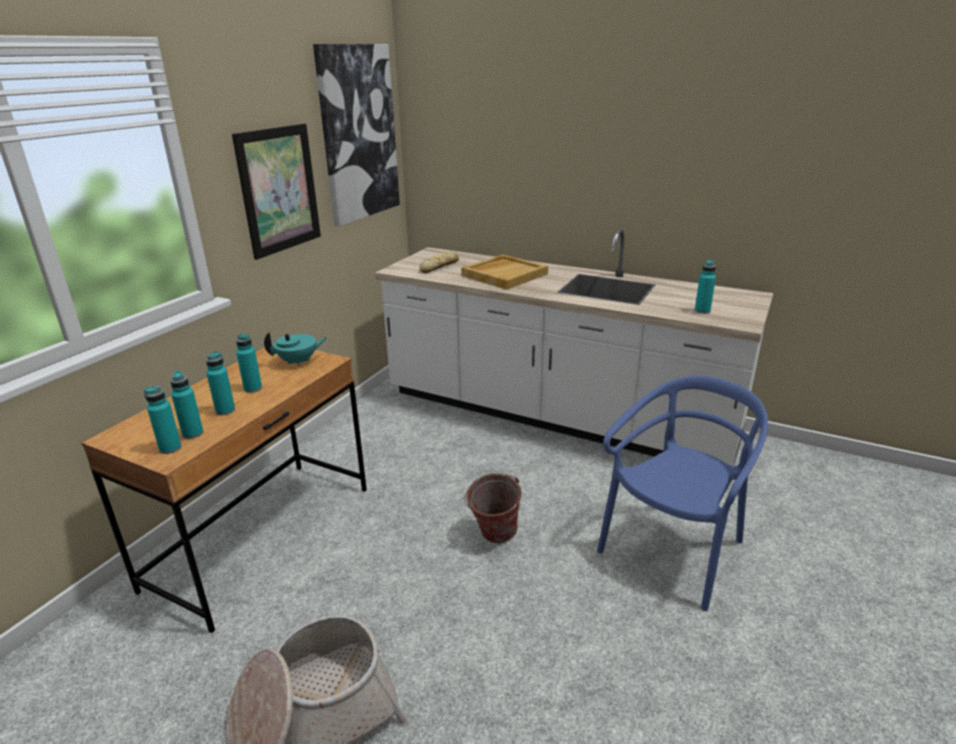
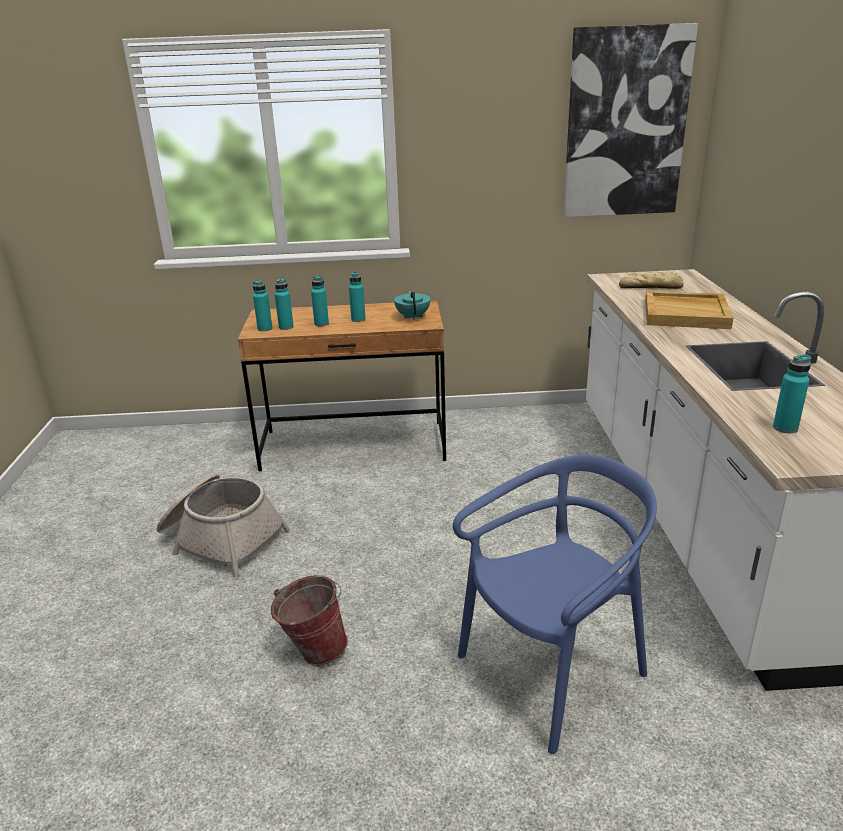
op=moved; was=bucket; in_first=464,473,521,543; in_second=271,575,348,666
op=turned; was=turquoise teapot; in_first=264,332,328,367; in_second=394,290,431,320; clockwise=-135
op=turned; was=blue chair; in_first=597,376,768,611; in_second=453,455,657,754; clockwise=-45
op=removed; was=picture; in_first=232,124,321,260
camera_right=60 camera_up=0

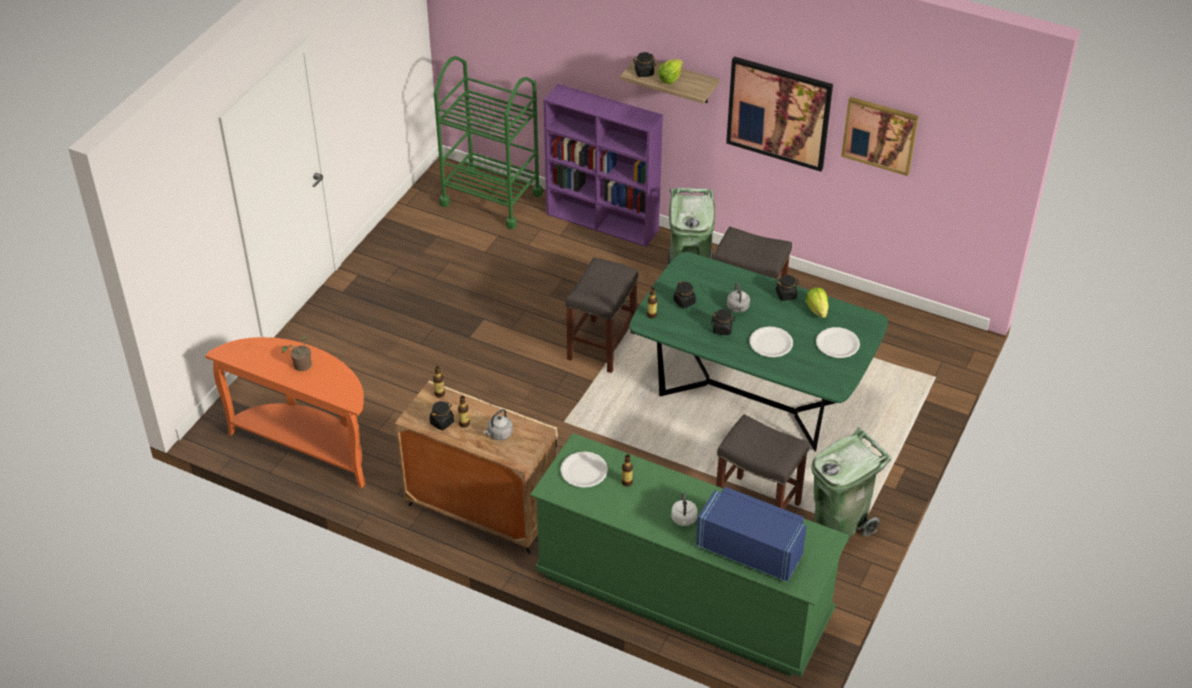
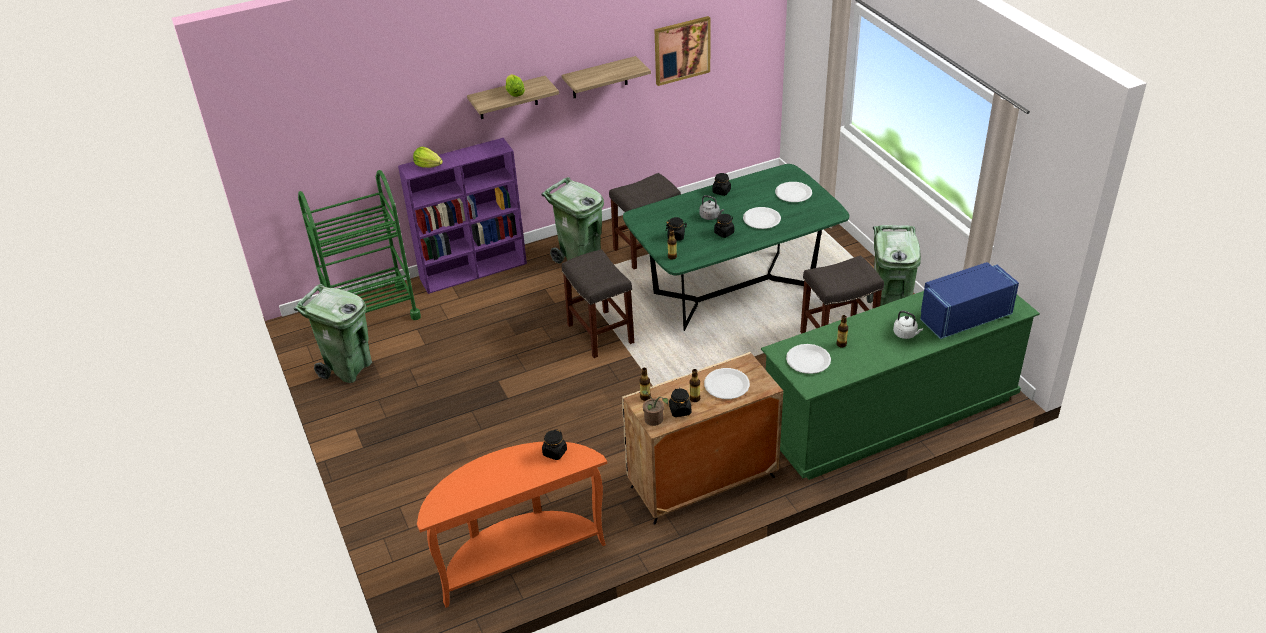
op=added; now=green trash can; in_second=294,284,372,383
op=moved; was=lettuce; in_first=806,287,829,318; in_second=413,147,443,168
op=moved; was=black jar; in_first=633,52,656,77; in_second=542,429,567,460
op=replaced; was=picture; now=shelf; in_first=726,57,833,172; in_second=562,56,651,98
op=moved; was=potted plant; in_first=282,336,312,371; in_second=642,390,668,426
op=replaced; was=grey kettle; now=white plate; in_first=483,409,513,440; in_second=704,368,750,399
camera_right=-50 camera_up=-5

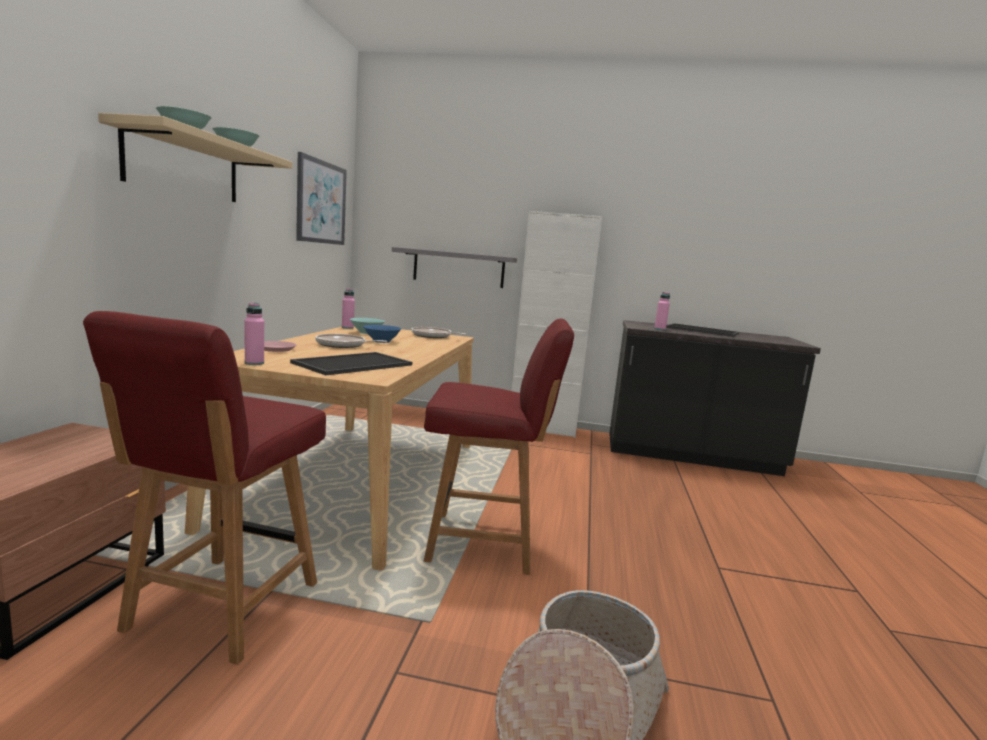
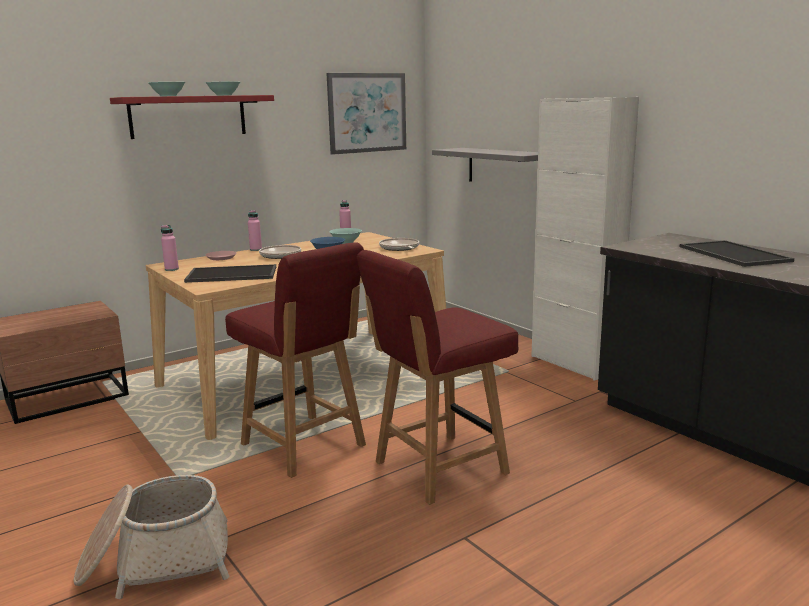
op=recoloured; was=beige shelf; now=red shelf; in_first=98,113,292,202; in_second=110,95,274,139
op=moved; was=pink bottle; in_first=654,292,670,330; in_second=248,210,262,251
op=moved; was=red chair; in_first=83,311,326,665; in_second=357,250,518,505
camera_right=45 camera_up=5

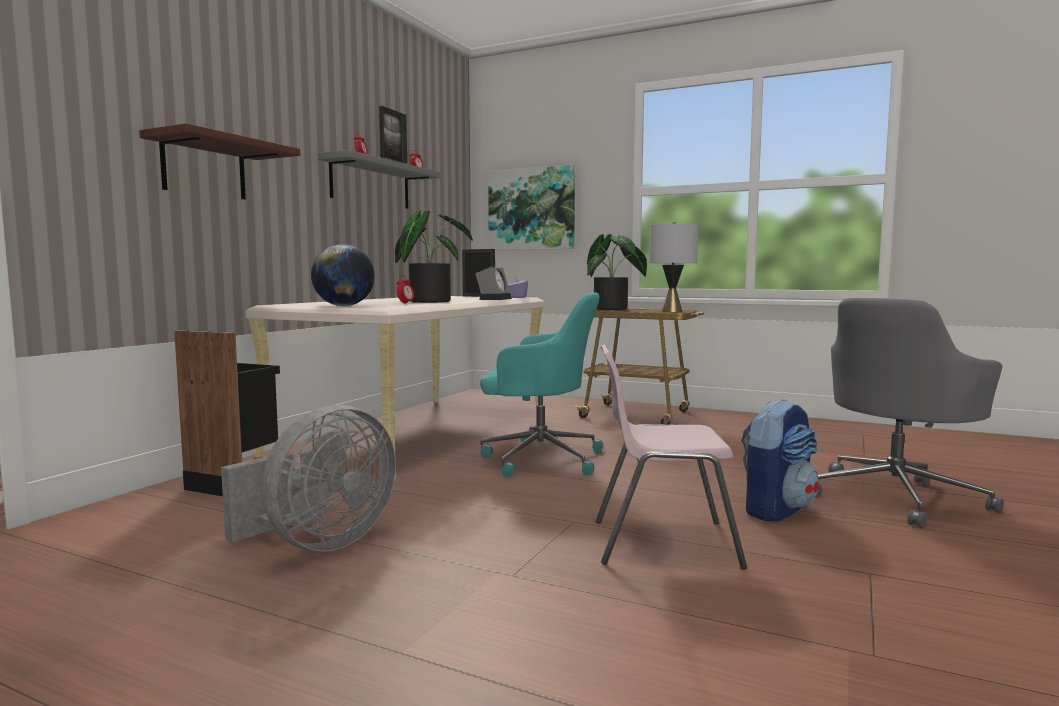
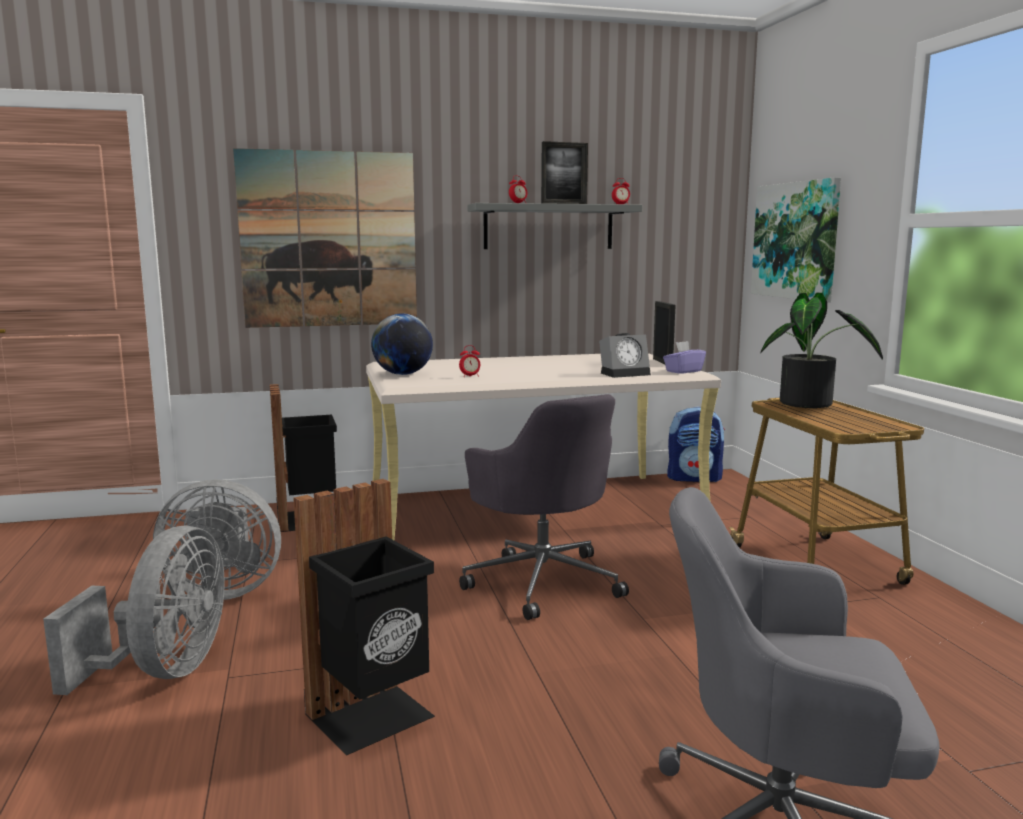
op=added; now=grey fan; in_second=43,525,225,695
op=replaced; was=shelf; now=picture; in_first=139,123,300,200; in_second=233,148,417,328
op=replaced; was=pink chair; now=black trash can; in_first=596,345,747,570; in_second=293,479,435,756
op=recoloured; was=turquoise office chair; now=grey office chair; in_first=480,292,603,477; in_second=459,394,629,620
op=moved; was=backpack; in_first=741,399,819,522; in_second=667,407,725,482
op=removed; was=potted plant; in_first=395,210,473,303
op=removed; was=grey table lamp; in_first=649,222,699,312
camera_right=50 camera_up=5

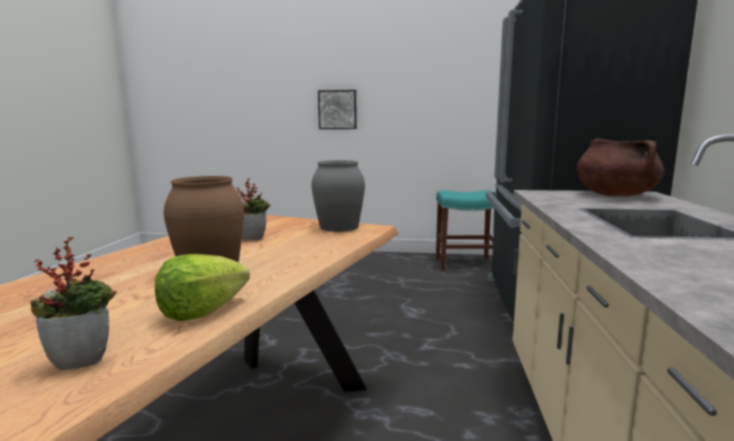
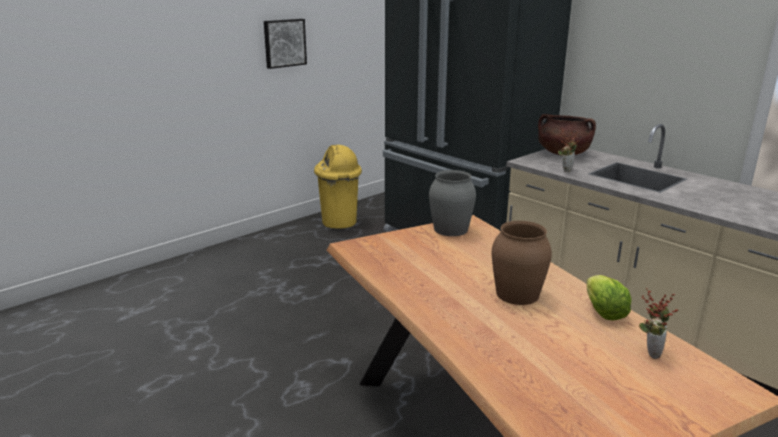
op=moved; was=picture; in_first=318,90,357,129; in_second=264,19,307,69
op=replaced; was=turquoise stool; now=yellow trash can; in_first=436,190,495,270; in_second=314,144,362,228
op=moved; was=potted plant; in_first=236,178,270,241; in_second=558,130,579,172
camera_right=-50 camera_up=10

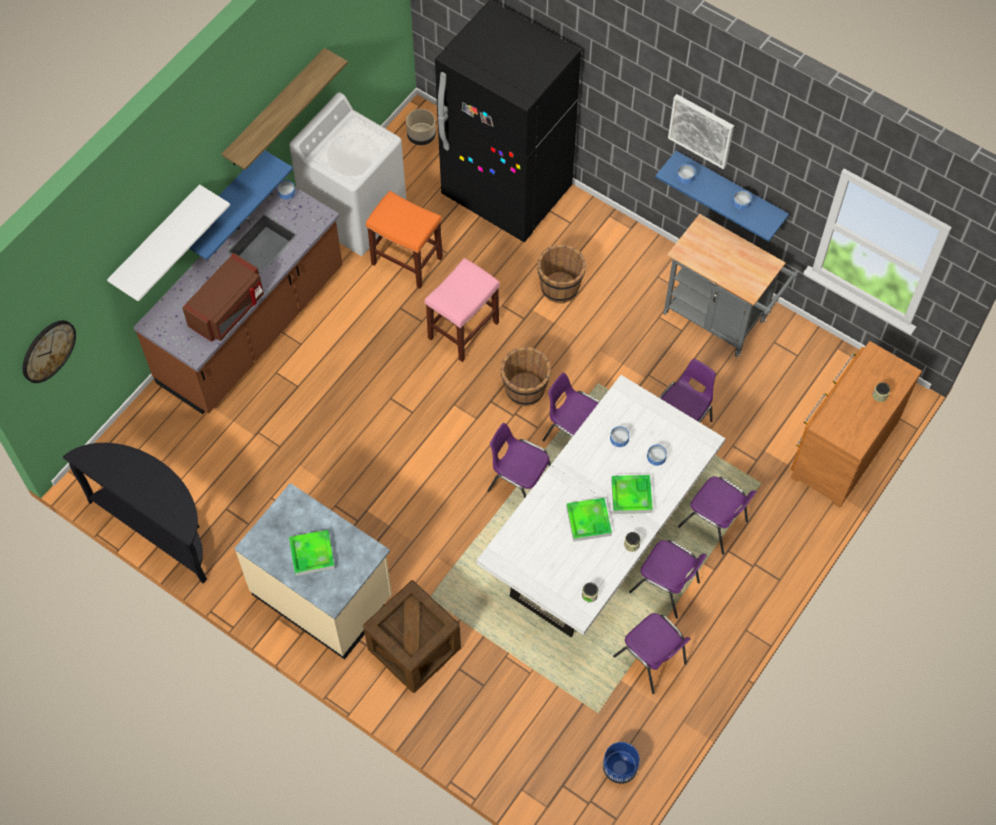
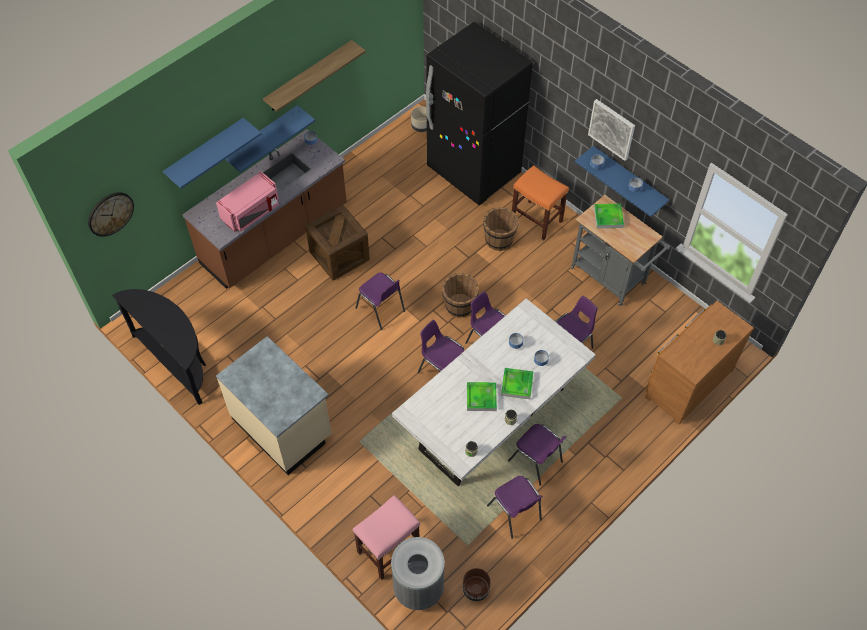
op=recoloured; was=white shelf; now=blue shelf; in_first=107,184,230,301; in_second=163,118,262,189
op=recoloured; was=brown microwave; now=pink microwave; in_first=182,253,264,342; in_second=216,171,279,232
op=moved; was=crate; in_first=363,580,461,693; in_second=305,205,370,281
op=moved; was=pink stool; in_first=425,258,500,362; in_second=353,495,420,580
op=moved; was=purple chair; in_first=678,476,757,555; in_second=356,272,405,330
op=added; now=grey trash can; in_second=391,537,445,610
op=recoloured; was=blue planter; now=brown planter; in_first=603,742,640,784; in_second=463,568,491,601
op=moved; was=orange stool; in_first=366,191,443,289; in_second=512,165,569,240
op=moved; was=tray; in_first=289,530,335,576; in_second=594,204,624,228
op=removed; was=white washing machine; in_first=289,92,406,256
camera_right=10 camera_up=-5

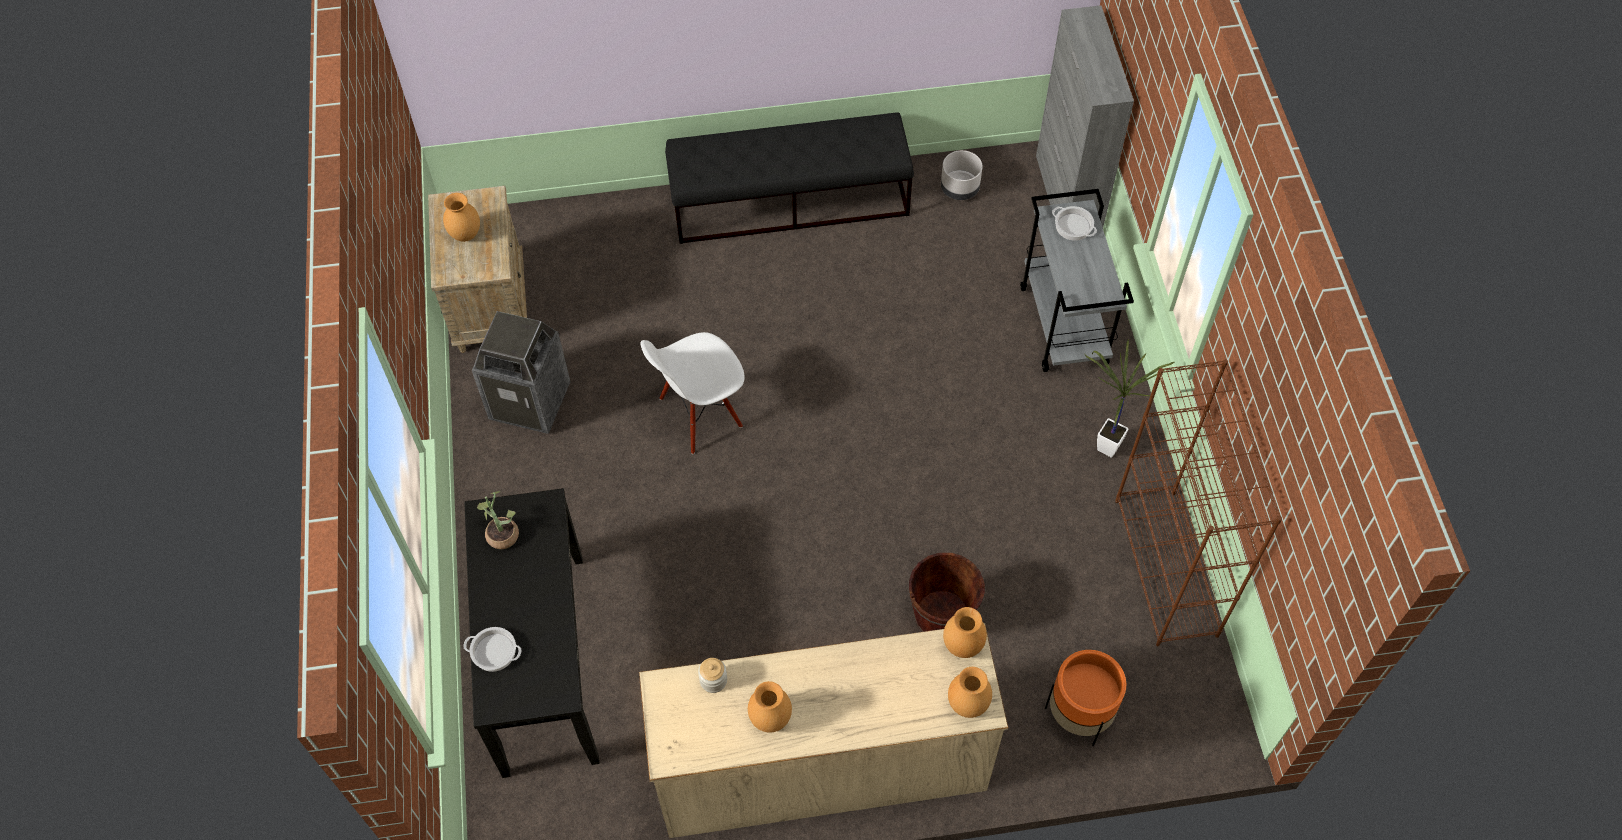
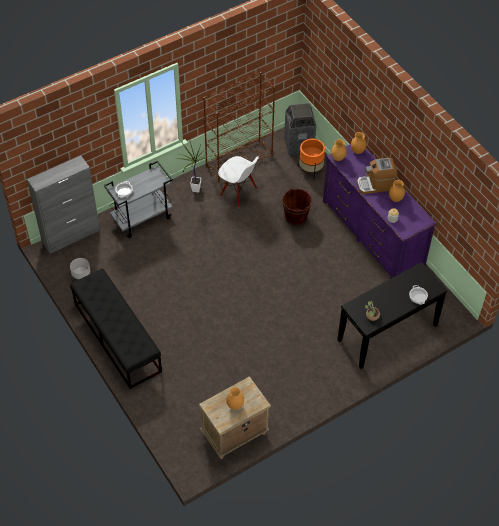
op=moved; was=white chair; in_first=641,332,745,454; in_second=218,156,259,208
op=moved; was=trash can; in_first=472,311,571,434; in_second=284,103,316,155
op=recoloured; was=beige dresser; now=purple dresser; in_first=639,623,1009,838; in_second=323,144,437,278
op=added; now=coffee machine; in_second=357,158,397,194
camera_right=-115 camera_up=-5

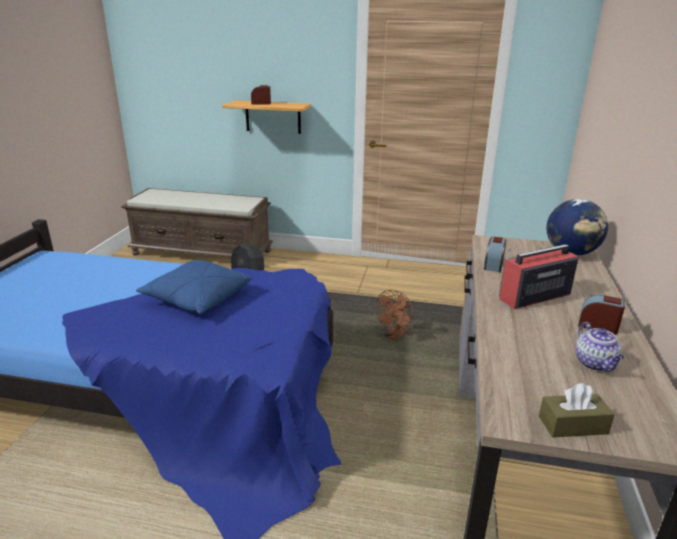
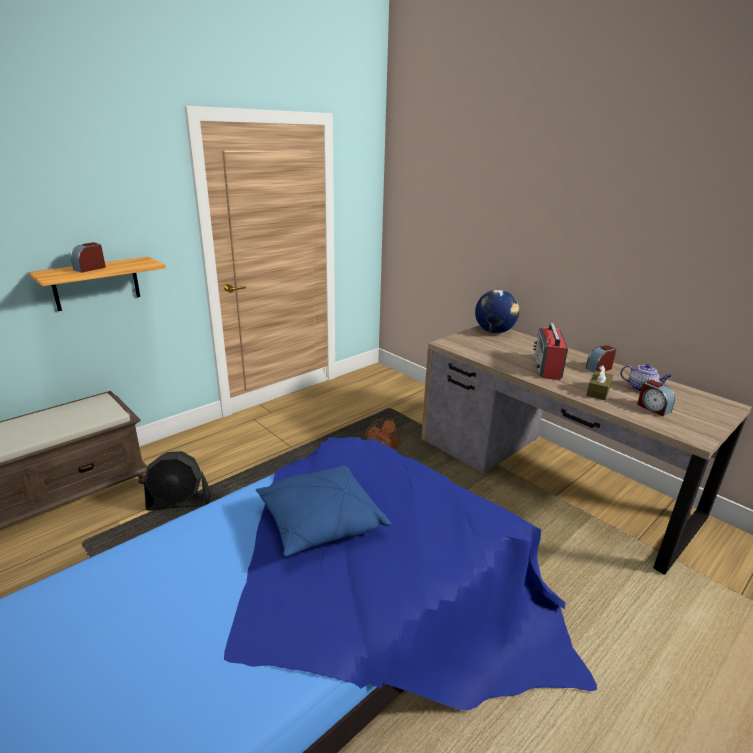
op=moved; was=brown tissue box; in_first=539,383,615,438; in_second=586,365,613,400
op=moved; was=alarm clock; in_first=484,237,507,272; in_second=637,380,675,416
camera_right=-55 camera_up=0

